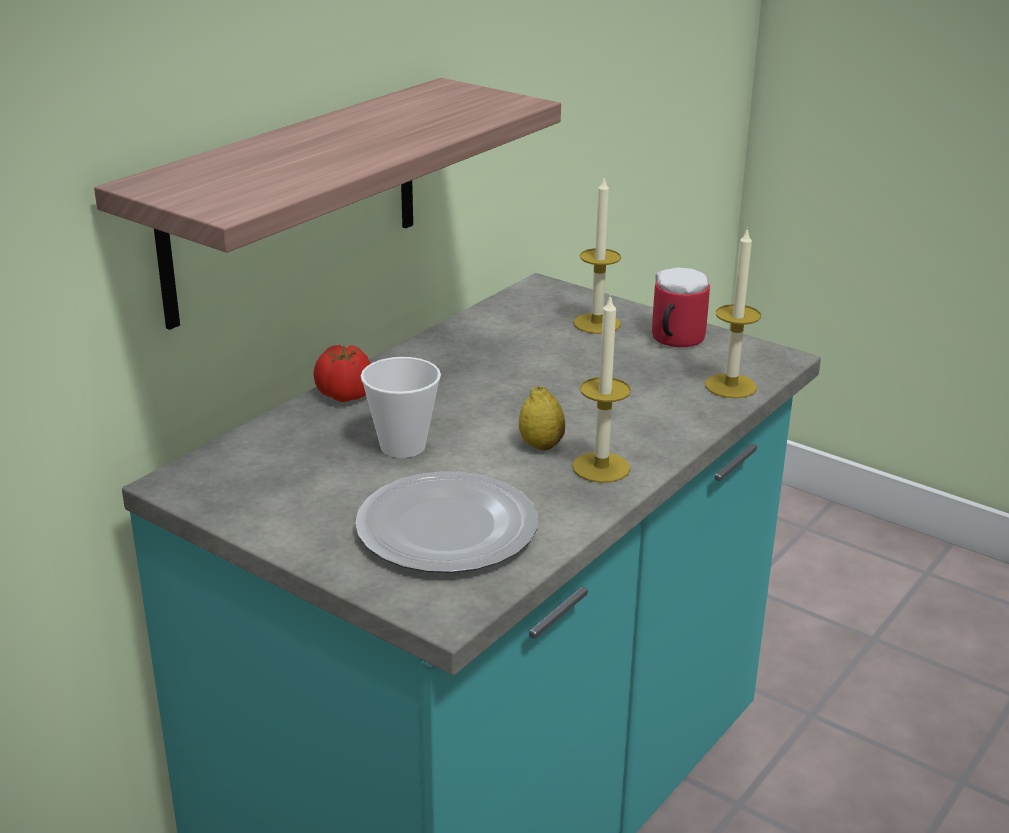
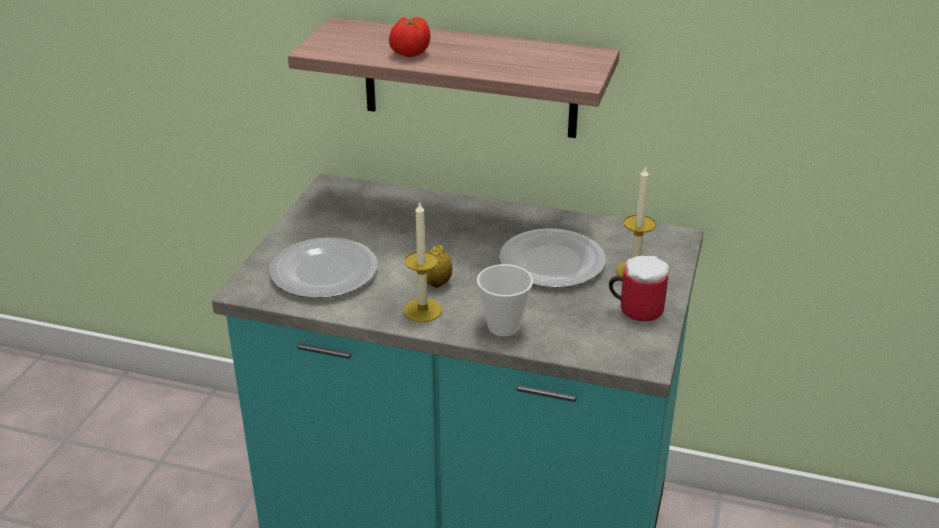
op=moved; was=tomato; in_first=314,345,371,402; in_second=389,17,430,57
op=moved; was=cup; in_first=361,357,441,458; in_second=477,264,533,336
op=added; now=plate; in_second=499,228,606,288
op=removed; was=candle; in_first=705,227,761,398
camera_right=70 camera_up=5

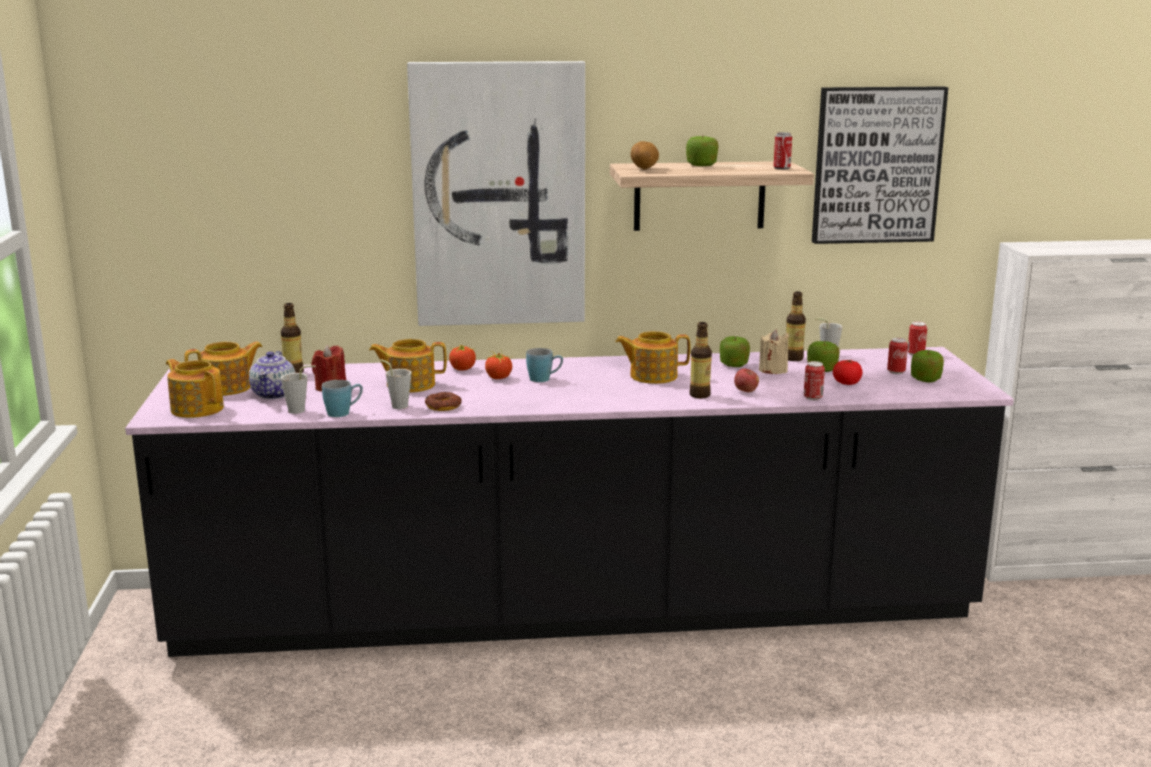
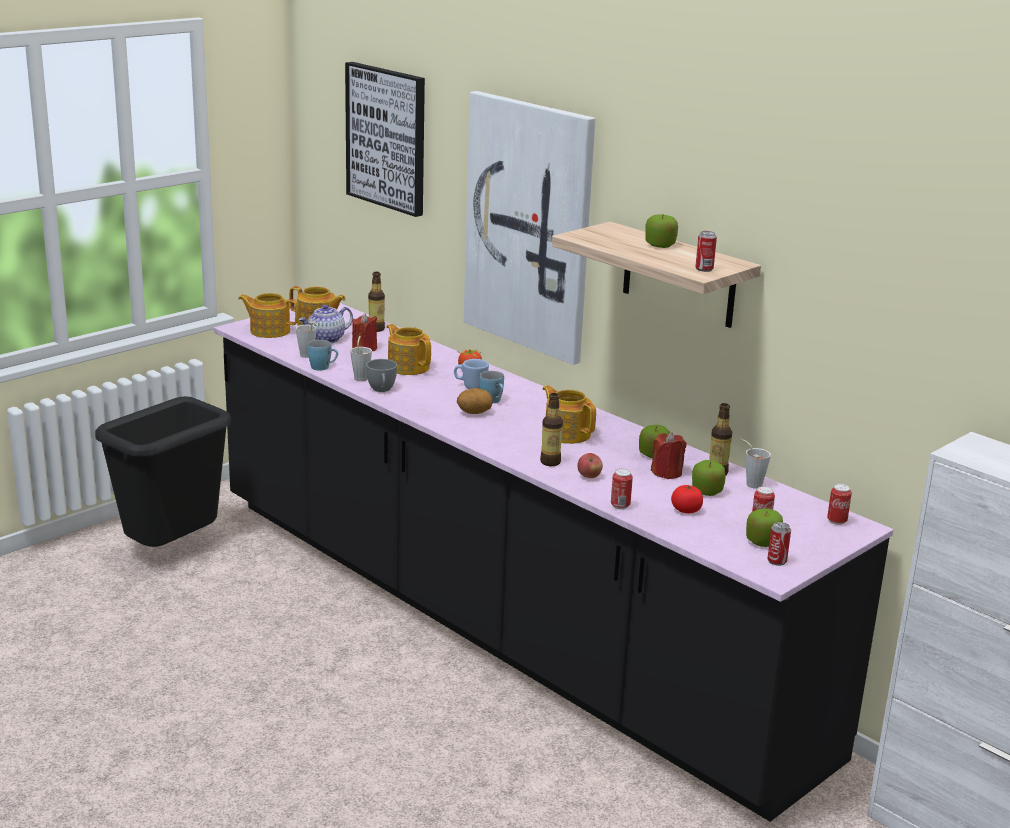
op=added; now=black trash can; in_second=95,396,231,547
op=turned; was=teapot; in_first=166,359,224,418; in_second=238,293,299,338; clockwise=-75
op=moved; was=picture; in_first=812,86,948,244; in_second=345,62,425,217
op=replaced; was=donut; now=grey cup; in_first=425,392,462,411; in_second=366,359,397,392
op=replaced; was=tomato; now=blue mug; in_first=485,351,512,379; in_second=454,359,489,389
op=moved; was=potato; in_first=631,141,659,169; in_second=457,388,493,414
op=recoloured; was=beige candle; now=red candle; in_first=759,330,789,374; in_second=651,432,686,479
op=added; now=can; in_second=767,522,791,566
camera_right=50 camera_up=5

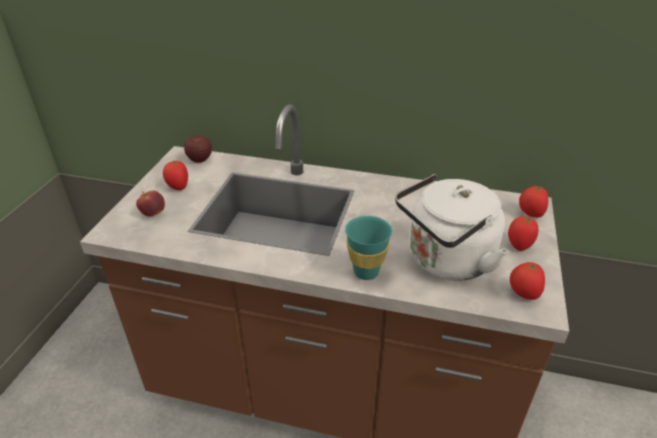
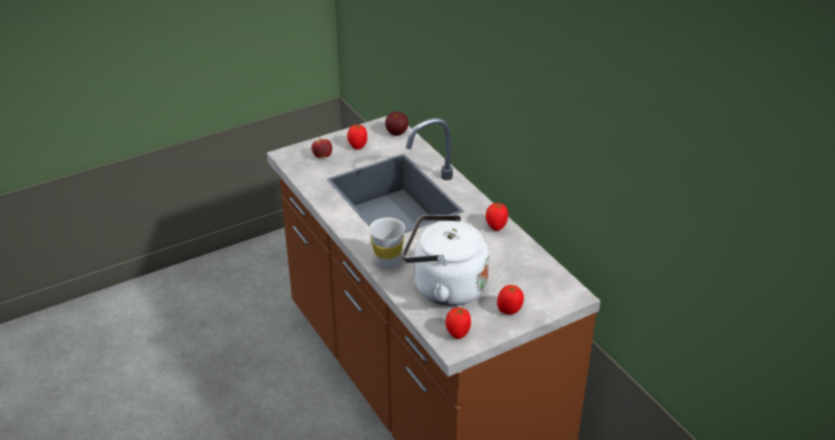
op=recoloured; was=turquoise cup; now=white cup; in_first=345,216,392,280; in_second=369,218,405,269
op=moved; was=tomato; in_first=519,186,548,218; in_second=486,203,508,231
camera_right=45 camera_up=0

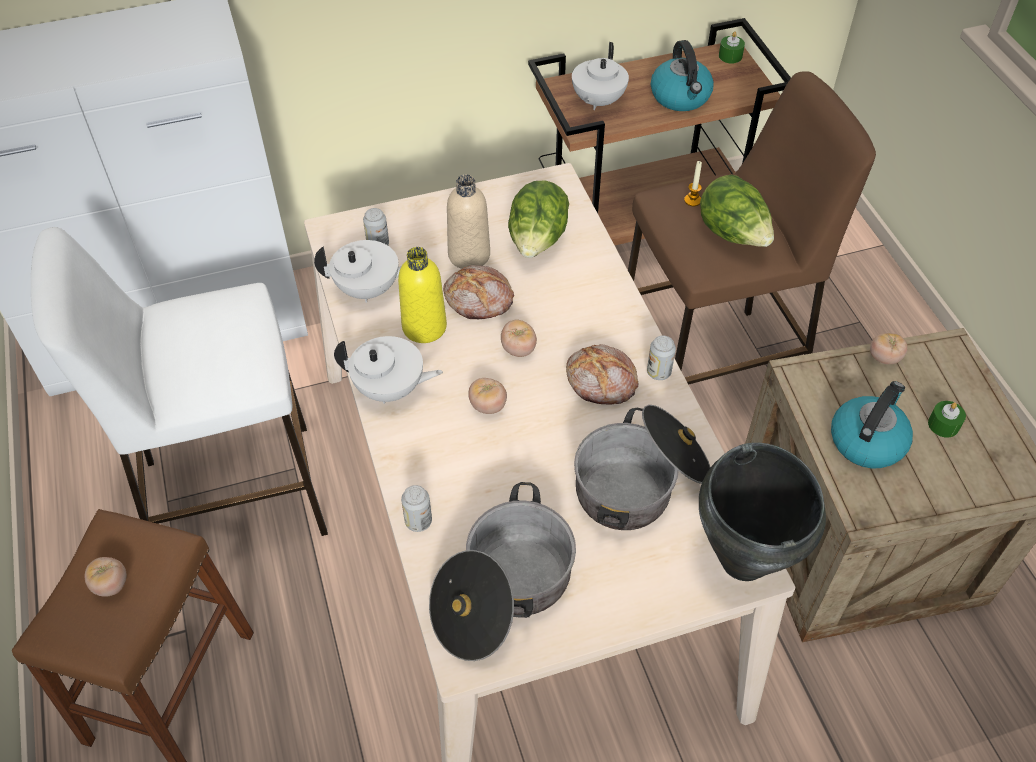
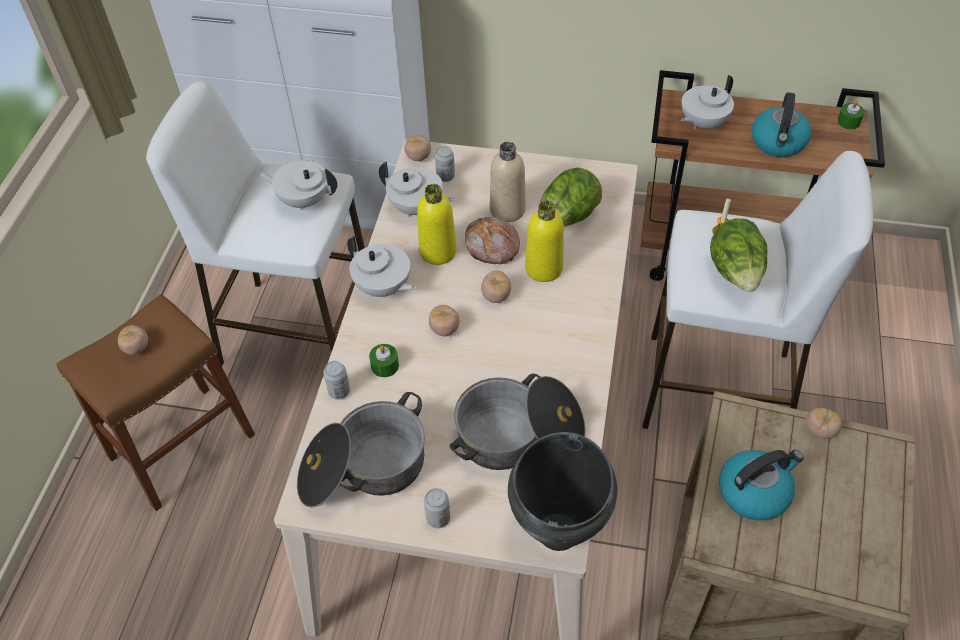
op=added; now=white teapot; in_second=258,160,337,210
op=moved; was=green candle; in_first=928,401,966,438; in_second=369,344,399,377
op=added; now=tomato; in_second=404,135,431,161
op=moved; was=can; in_first=647,335,676,380; in_second=424,488,450,528
op=added; now=yellow bottle; in_second=525,201,564,282
op=recoloured; was=brown stool; now=white stool; in_first=628,71,876,385; in_second=642,151,873,429
op=removed; was=bread; in_first=566,344,638,404
camera_right=30 camera_up=0

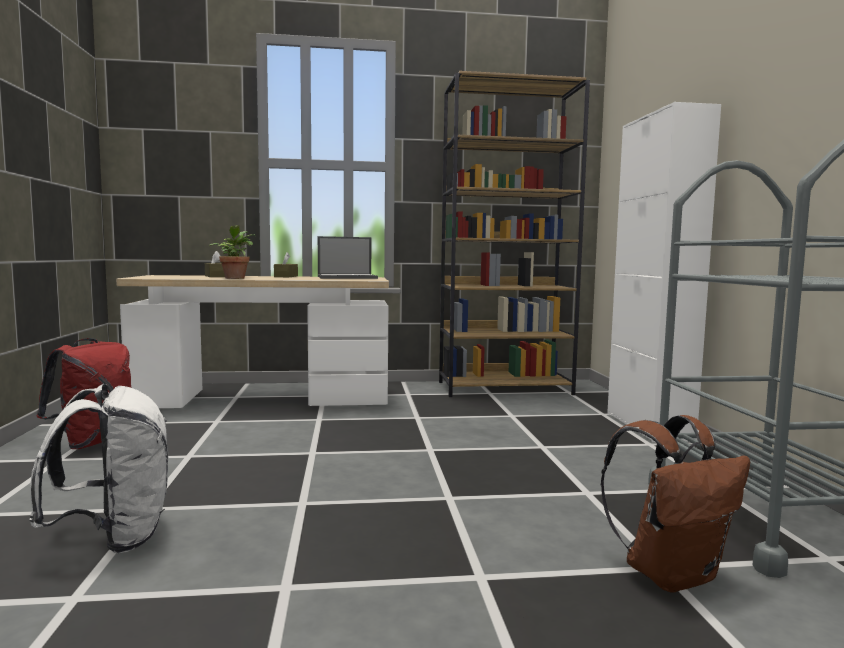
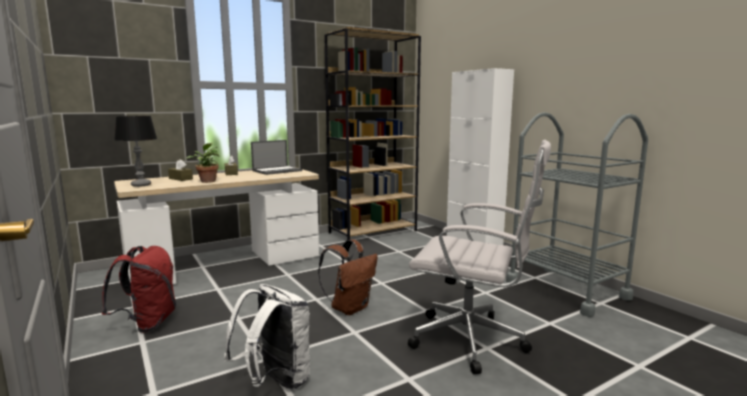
op=added; now=table lamp; in_second=115,116,157,187
op=moved; was=brown backpack; in_first=601,415,750,593; in_second=318,239,377,315
op=added; now=white office chair; in_second=408,140,551,374
camera_right=-25 camera_up=5

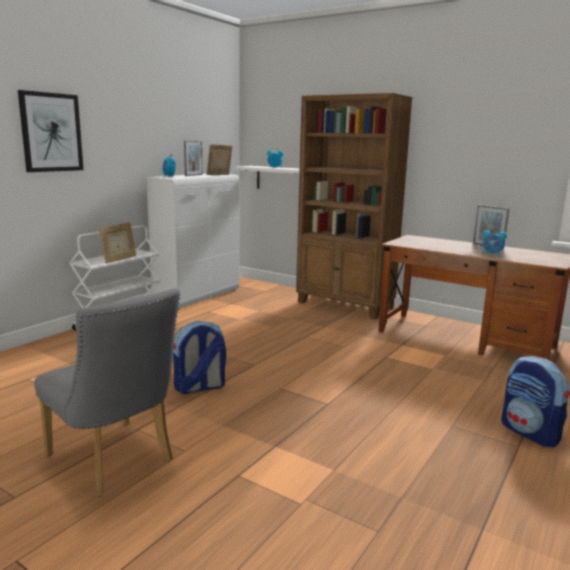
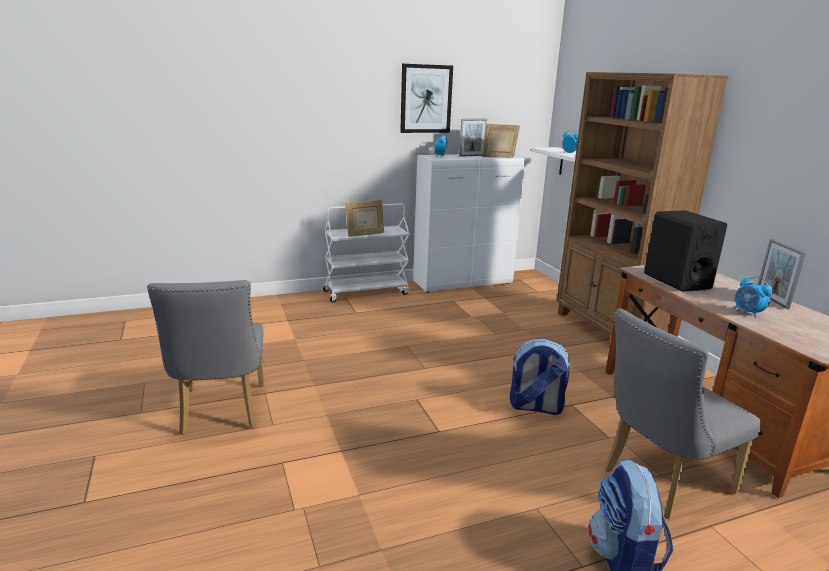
op=moved; was=picture; in_first=18,90,84,172; in_second=400,64,453,133
op=moved; was=backpack; in_first=173,321,226,394; in_second=510,339,570,415
op=added; now=grey chair; in_second=604,308,762,519
op=added; now=black speaker; in_second=644,210,727,292
camera_right=35 camera_up=5

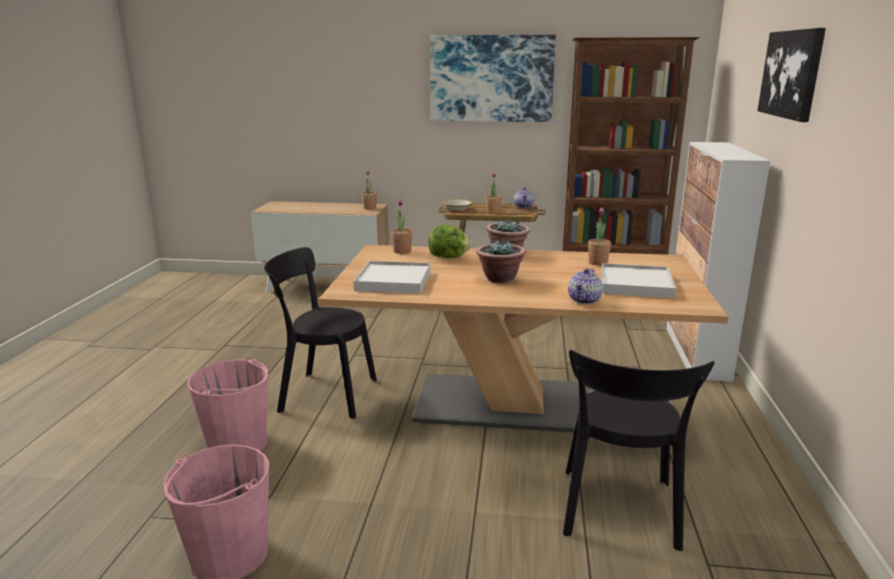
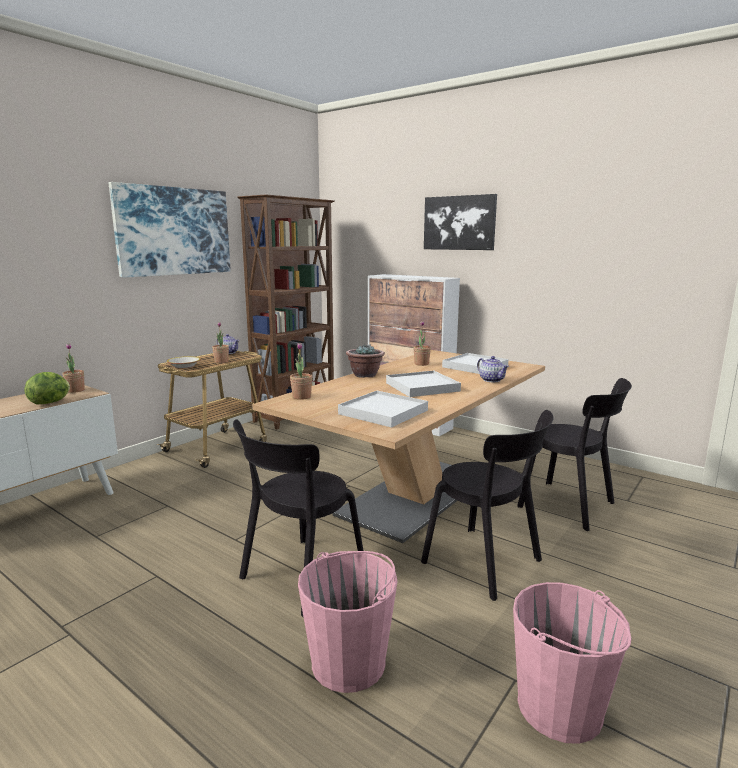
op=moved; was=lettuce; in_first=429,225,471,258; in_second=24,372,70,404
op=replaced; was=potted plant; now=white tray; in_first=476,239,526,283; in_second=386,371,461,397
op=added; now=black chair; in_second=421,410,553,601
camera_right=-60 camera_up=-5

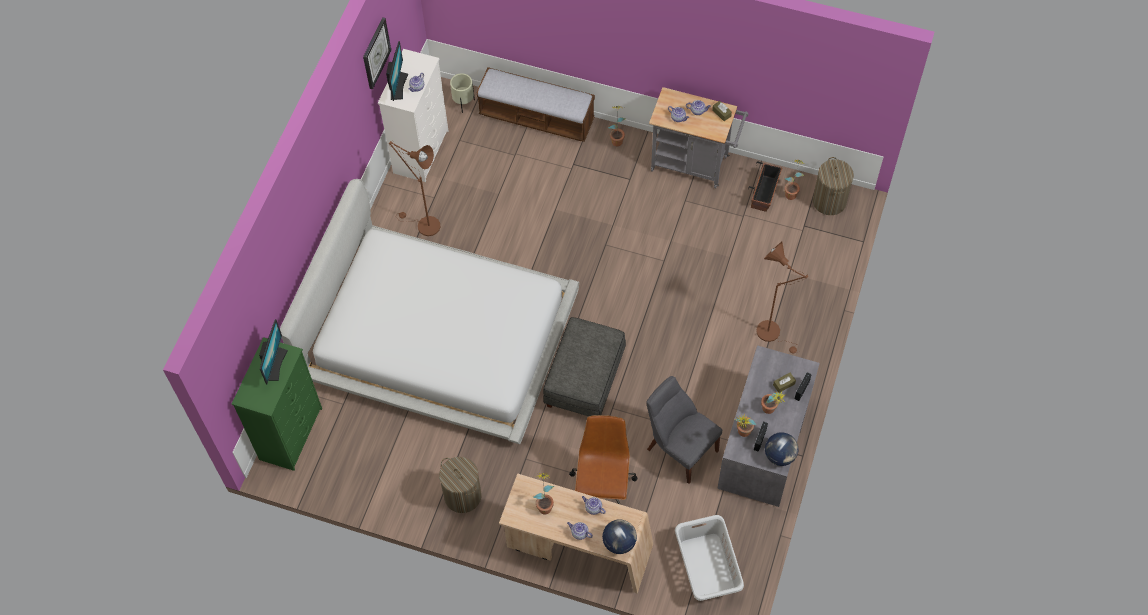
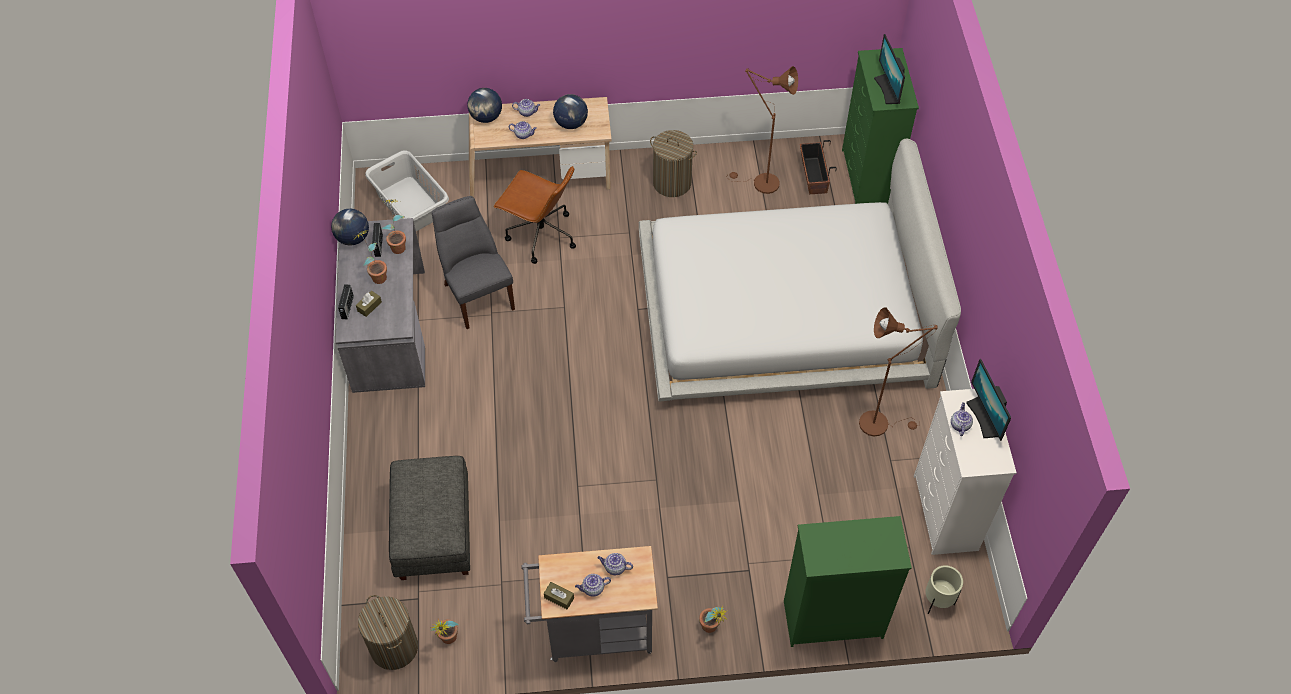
op=moved; was=grey ottoman; in_first=543,317,626,416; in_second=389,456,470,580
op=turned; was=grey chair; in_first=646,376,722,484; in_second=432,196,515,329; clockwise=-135
op=turned; was=brown office chair; in_first=569,415,638,505; in_second=493,166,576,264; clockwise=-45
op=replaced; was=potted plant; now=globe; in_first=533,472,554,514; in_second=553,94,588,129
op=moved; was=brown floor lamp; in_first=756,242,808,354; in_second=726,66,798,194
op=replaced; was=bench; now=green dresser; in_first=476,67,595,142; in_second=784,516,912,647
op=moved; was=planter; in_first=748,161,782,212; in_second=800,140,837,194
op=removed; was=wall clock; in_first=363,17,391,90
camera_right=155 camera_up=-5

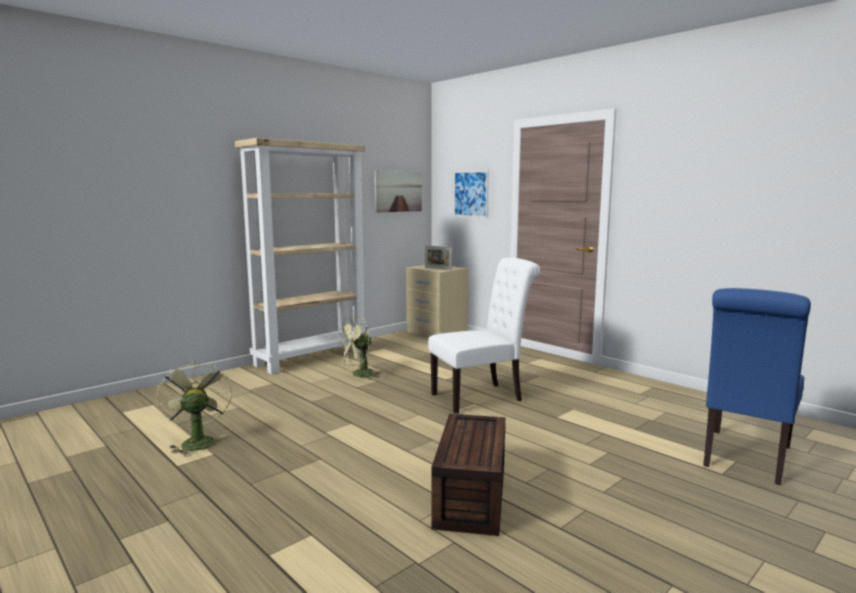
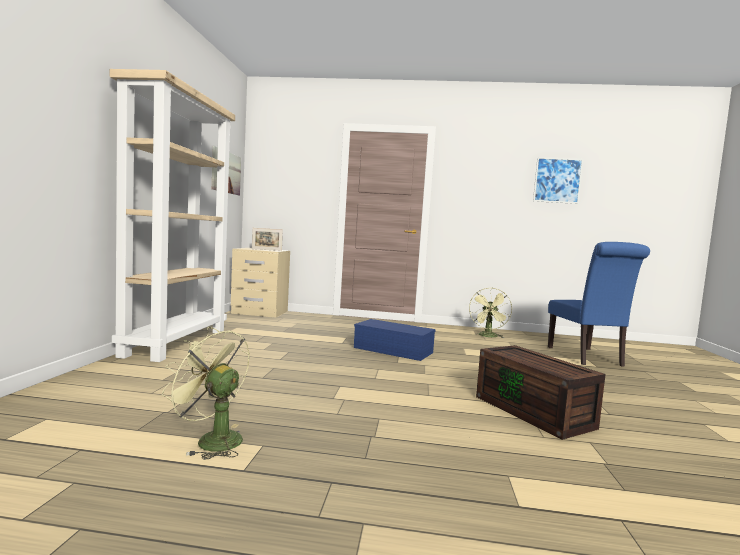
op=replaced; was=white chair; now=blue storage box; in_first=428,257,540,413; in_second=354,319,436,361
op=moved; was=green fan; in_first=337,316,381,380; in_second=469,288,512,338
op=moved; was=picture; in_first=454,170,489,218; in_second=533,157,583,204
camera_right=-40 camera_up=-5

